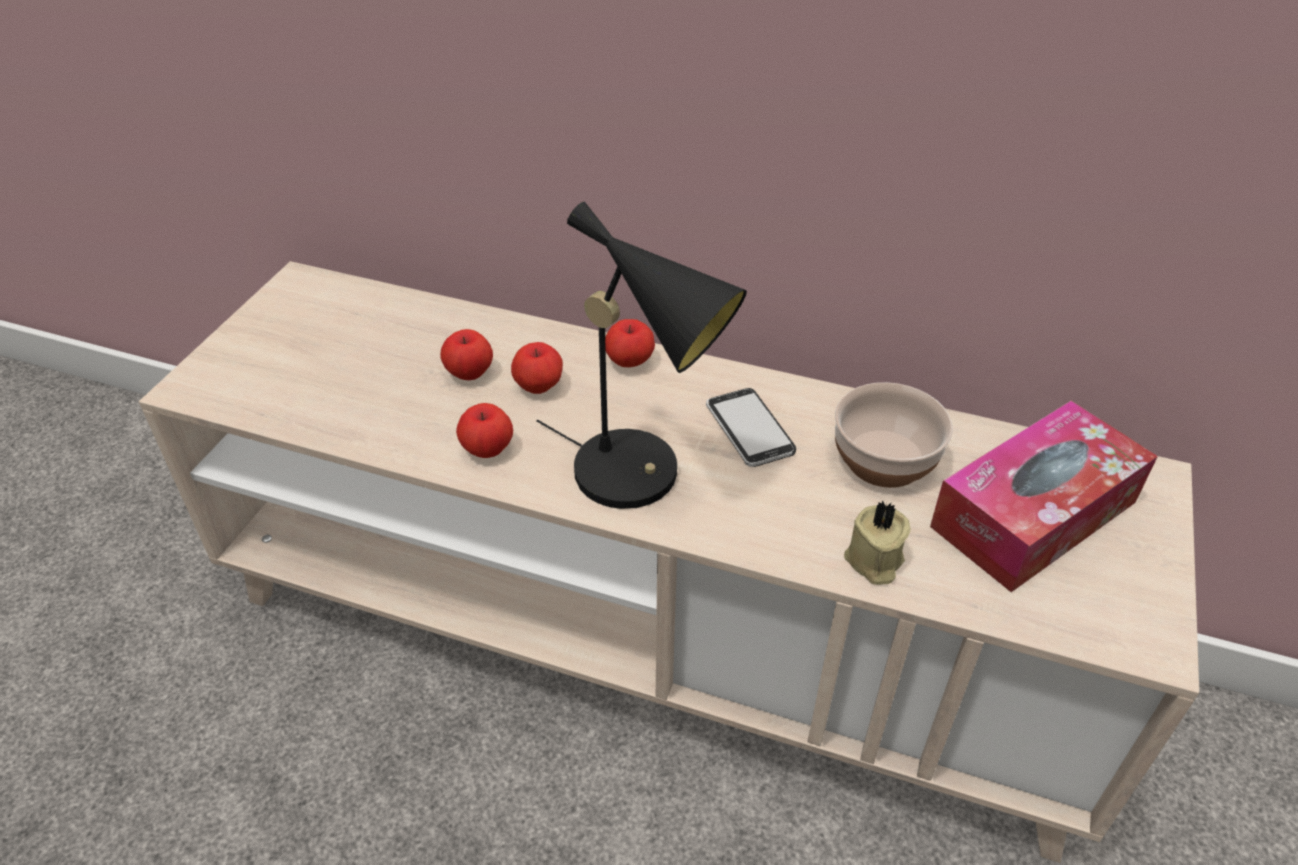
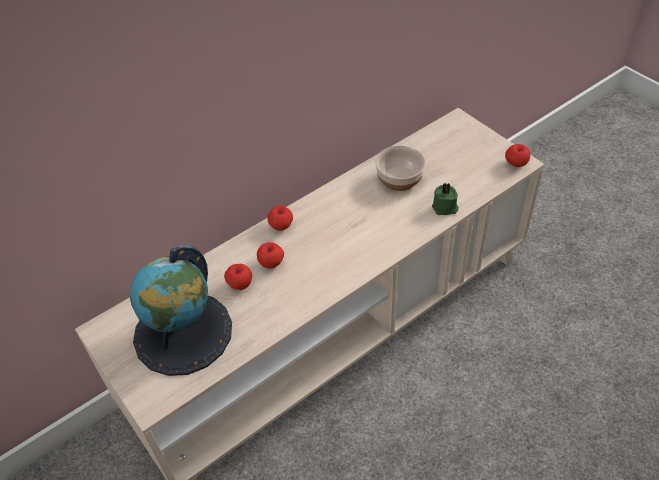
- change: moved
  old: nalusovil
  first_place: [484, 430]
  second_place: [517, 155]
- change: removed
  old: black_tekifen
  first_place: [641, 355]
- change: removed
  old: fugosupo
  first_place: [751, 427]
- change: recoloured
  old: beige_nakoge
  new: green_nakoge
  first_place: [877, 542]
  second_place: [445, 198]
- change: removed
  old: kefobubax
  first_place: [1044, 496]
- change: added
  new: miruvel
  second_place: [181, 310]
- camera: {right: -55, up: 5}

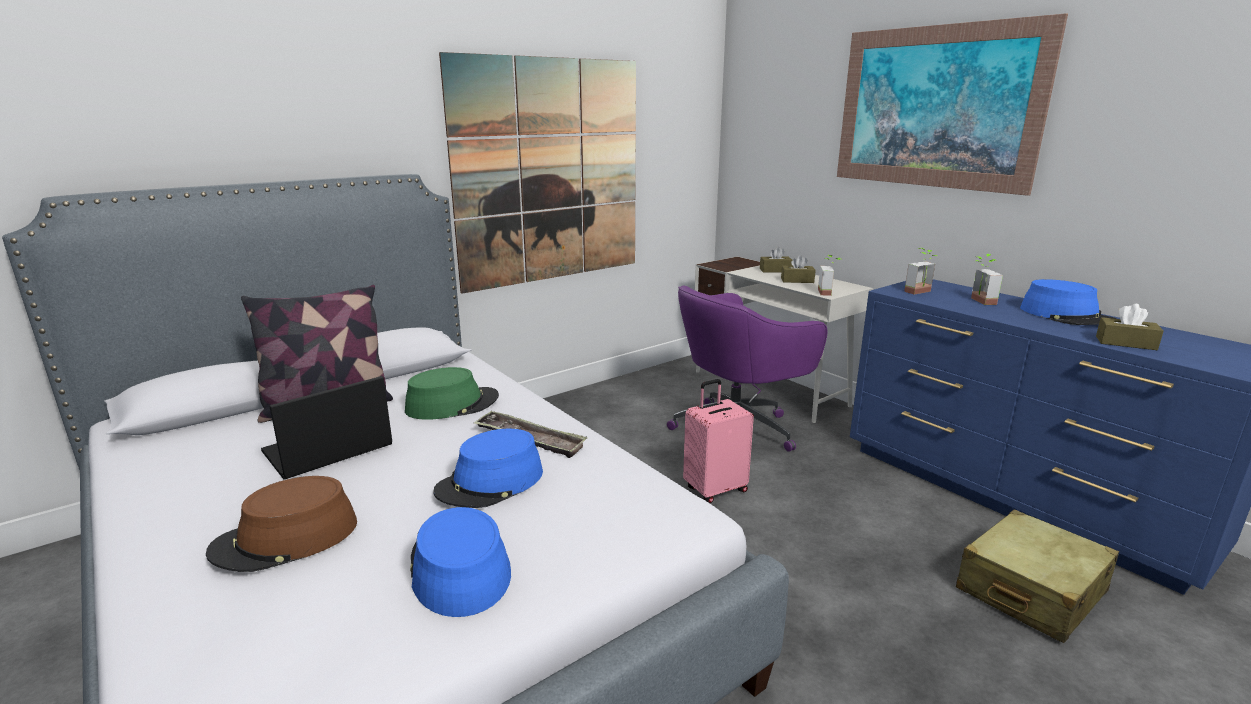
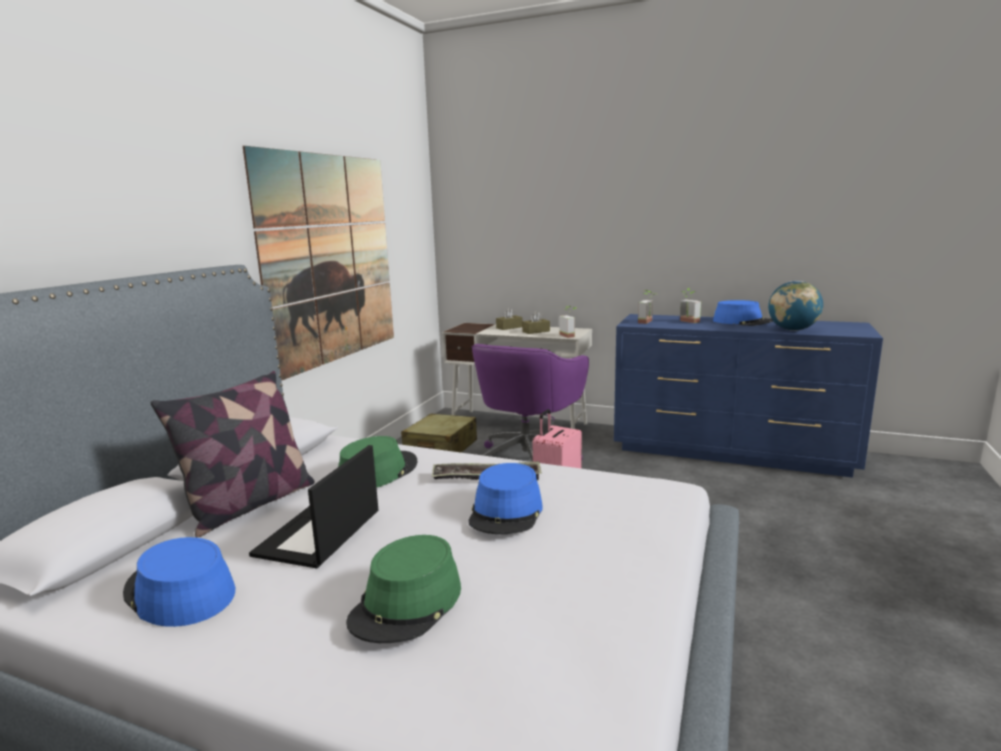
- change: recoloured
  old: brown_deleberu
  new: green_deleberu
  first_place: [281, 524]
  second_place: [403, 589]
- change: moved
  old: blue_deleberu
  first_place: [460, 562]
  second_place: [179, 582]
- change: removed
  old: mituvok
  first_place: [952, 104]
- change: moved
  old: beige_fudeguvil
  first_place: [1037, 576]
  second_place: [439, 433]
- change: replaced
  old: brown_kefobubax
  new: miruvel
  first_place: [1130, 327]
  second_place: [795, 306]
- camera: {right: -30, up: -5}

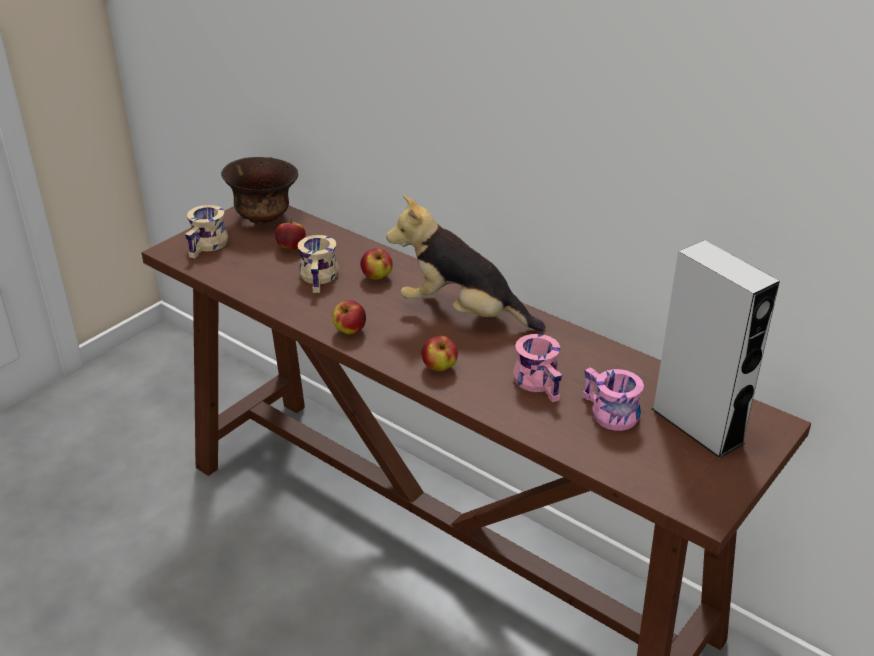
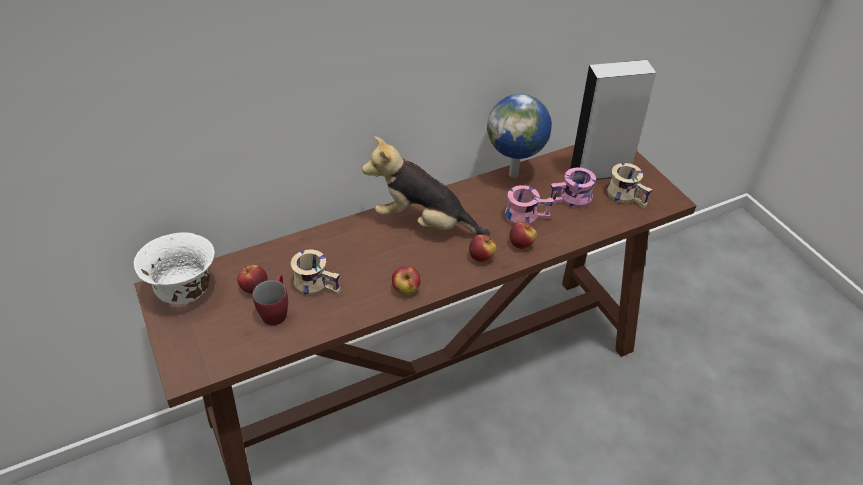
- change: moved
  old: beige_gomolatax
  first_place: [206, 231]
  second_place: [629, 185]
- change: recoloured
  old: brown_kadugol
  new: white_kadugol
  first_place: [259, 190]
  second_place: [174, 268]
- change: moved
  old: nalusovil
  first_place: [376, 264]
  second_place: [523, 235]
- change: turned
  old: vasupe
  first_place: [465, 263]
  second_place: [426, 186]
  degrees: 60
- change: added
  new: red_gomolatax
  second_place: [270, 300]
- change: added
  new: miruvel
  second_place: [519, 136]
- camera: {right: -65, up: 10}

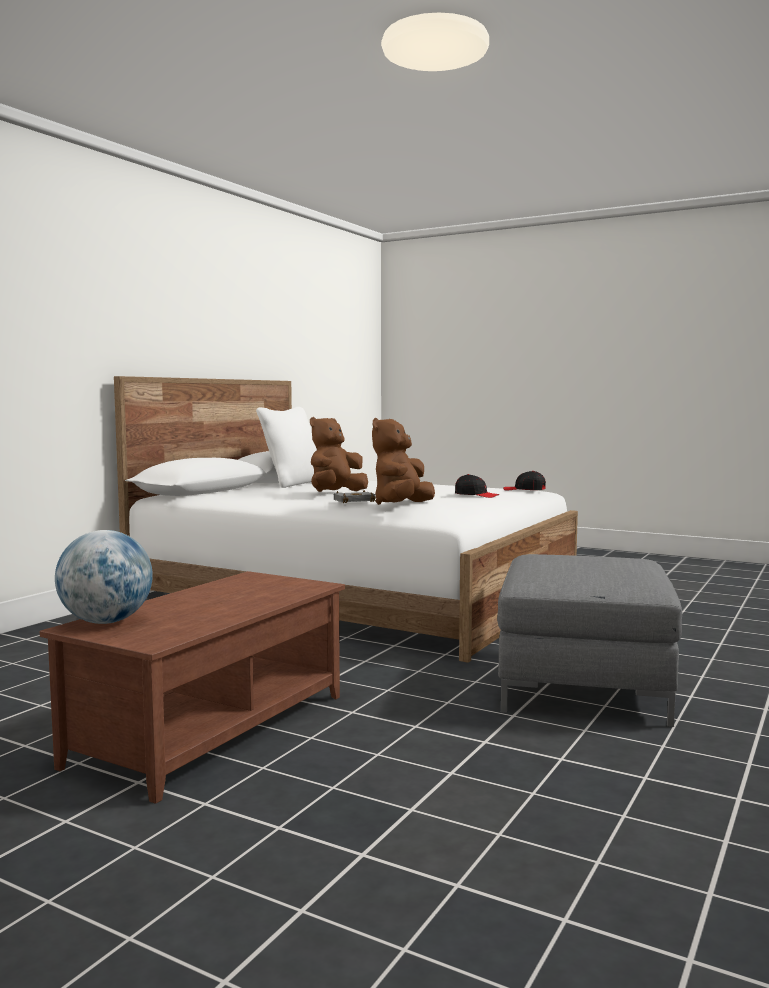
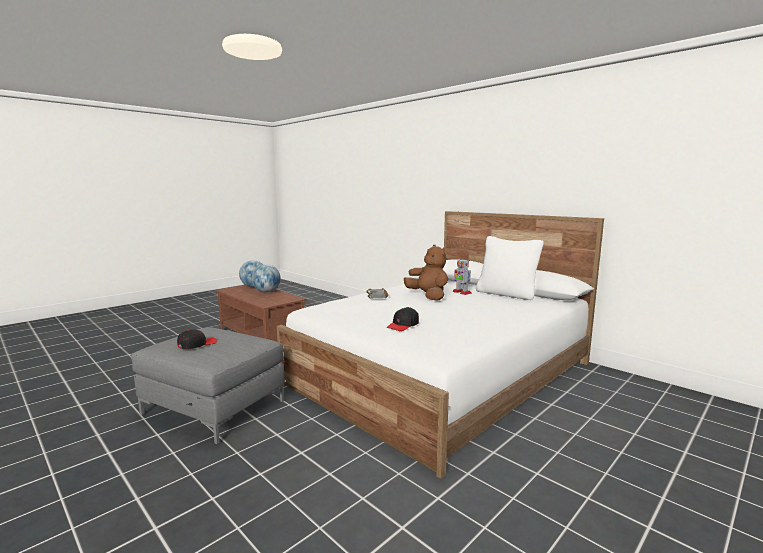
- change: removed
  old: brown_vasupe
  first_place: [403, 461]
- change: moved
  old: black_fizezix
  first_place: [524, 481]
  second_place: [197, 339]
- change: added
  new: miruvel
  second_place: [266, 278]
- change: added
  new: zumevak
  second_place: [462, 277]
- camera: {right: 105, up: 5}

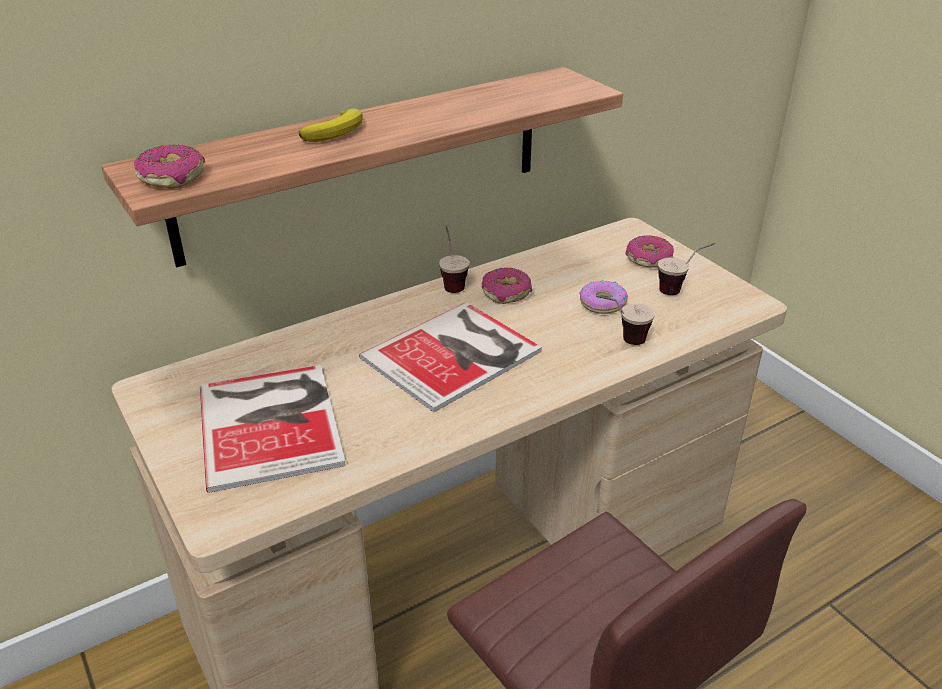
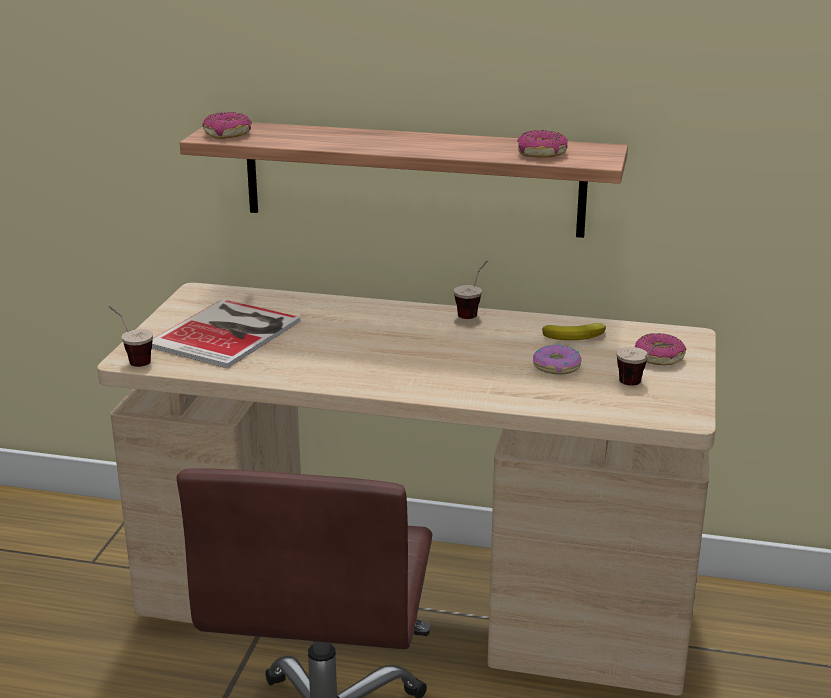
- change: moved
  old: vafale
  first_place: [331, 125]
  second_place: [574, 331]
- change: removed
  old: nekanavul
  first_place: [450, 357]
- change: moved
  old: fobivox
  first_place: [507, 286]
  second_place: [542, 144]
- change: moved
  old: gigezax
  first_place: [625, 320]
  second_place: [130, 336]
- camera: {right: 45, up: -10}

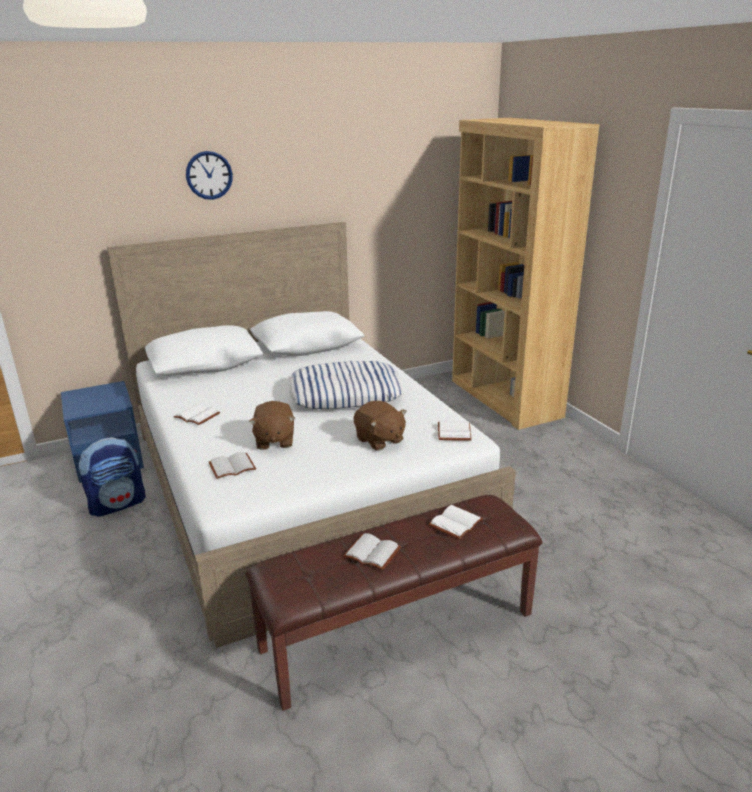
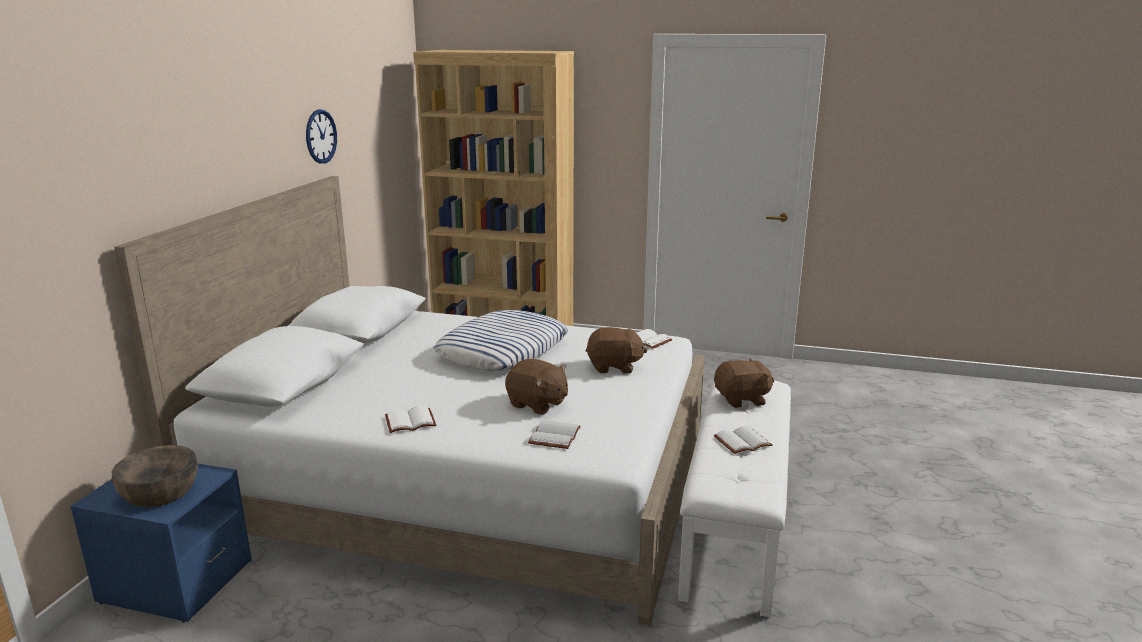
- change: removed
  old: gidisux
  first_place: [112, 477]
- change: moved
  old: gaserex
  first_place: [209, 175]
  second_place: [321, 136]
- change: recoloured
  old: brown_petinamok
  new: white_petinamok
  first_place: [394, 603]
  second_place: [734, 498]
- change: replaced
  old: white_nekanavul
  new: brown_vasupe
  first_place: [455, 522]
  second_place: [744, 383]
- change: added
  new: brown_kadugol
  second_place: [155, 476]
- camera: {right: -50, up: -5}

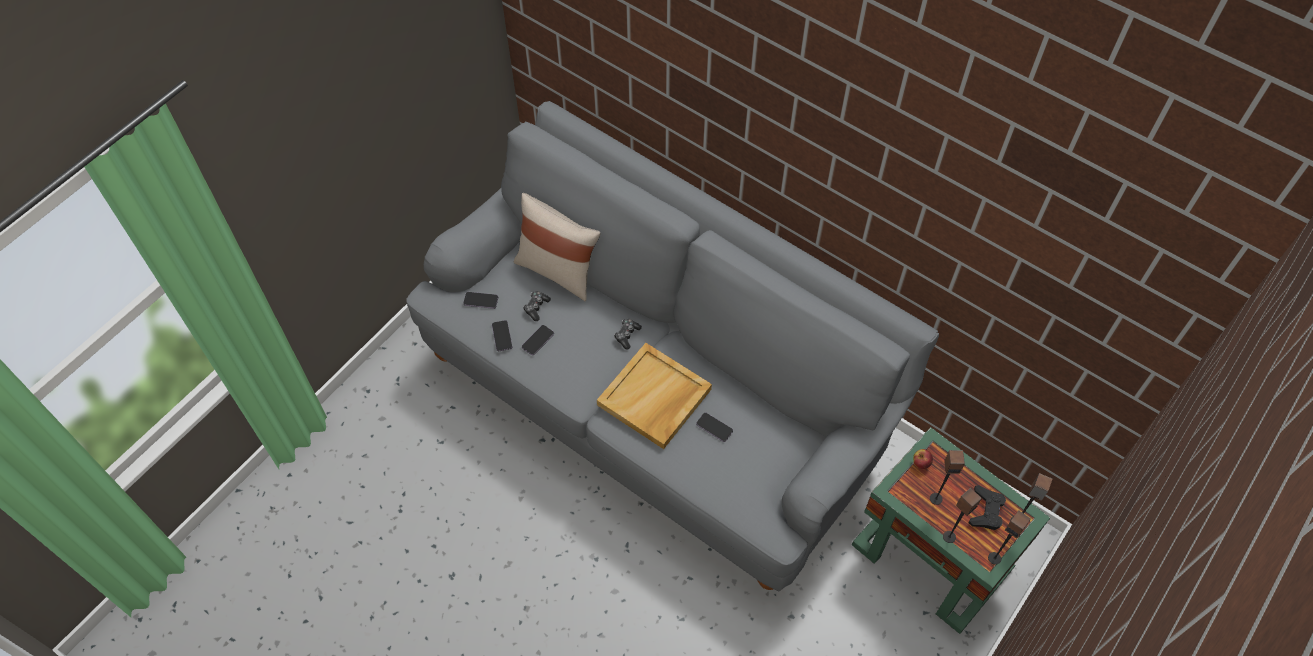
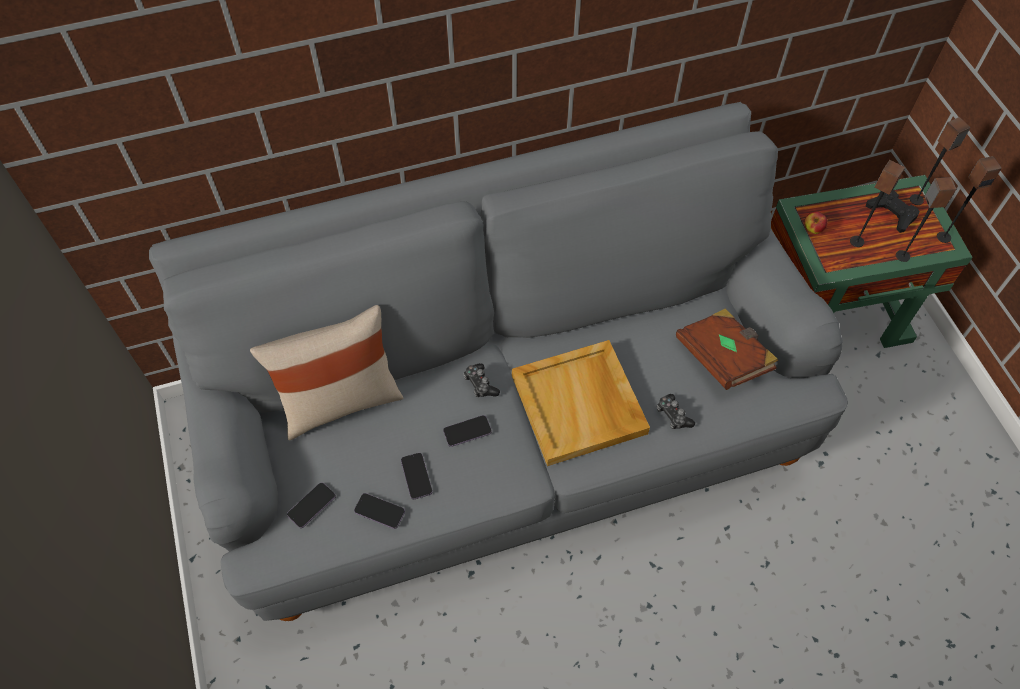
- change: moved
  old: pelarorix
  first_place: [537, 306]
  second_place: [676, 411]
- change: moved
  old: fugosupo
  first_place: [714, 427]
  second_place: [467, 431]
- change: added
  new: brown_nekanavul
  second_place: [727, 349]
- camera: {right: -55, up: 0}

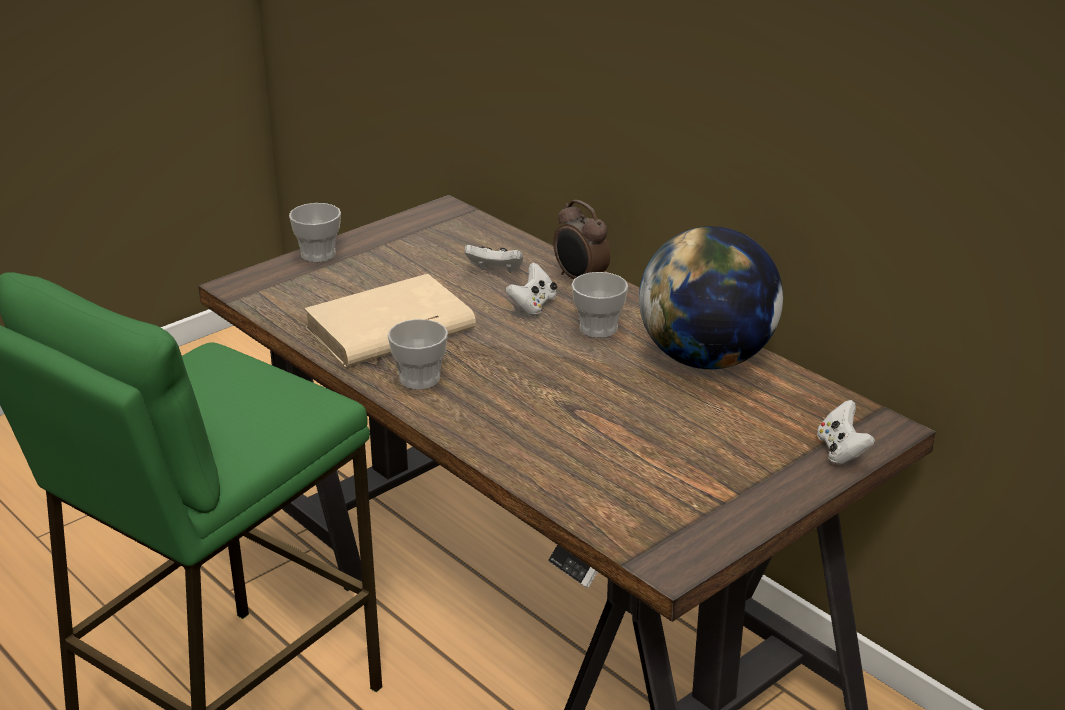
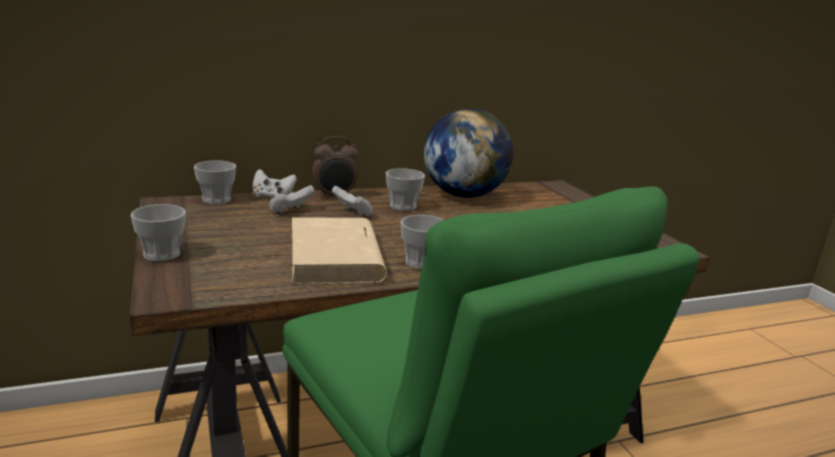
- change: moved
  old: white_pelarorix
  first_place: [846, 432]
  second_place: [275, 183]
- change: added
  new: gigezax
  second_place: [215, 182]
- camera: {right: -70, up: -10}

